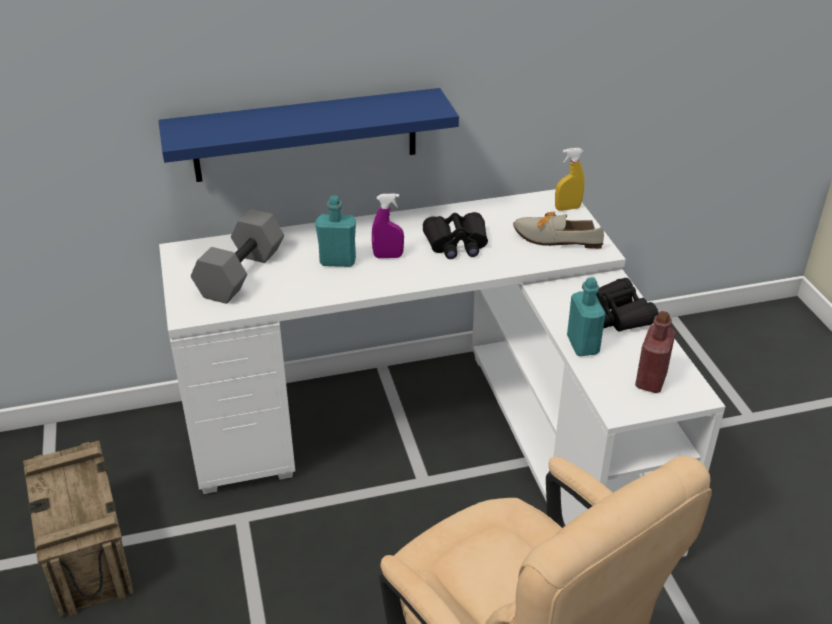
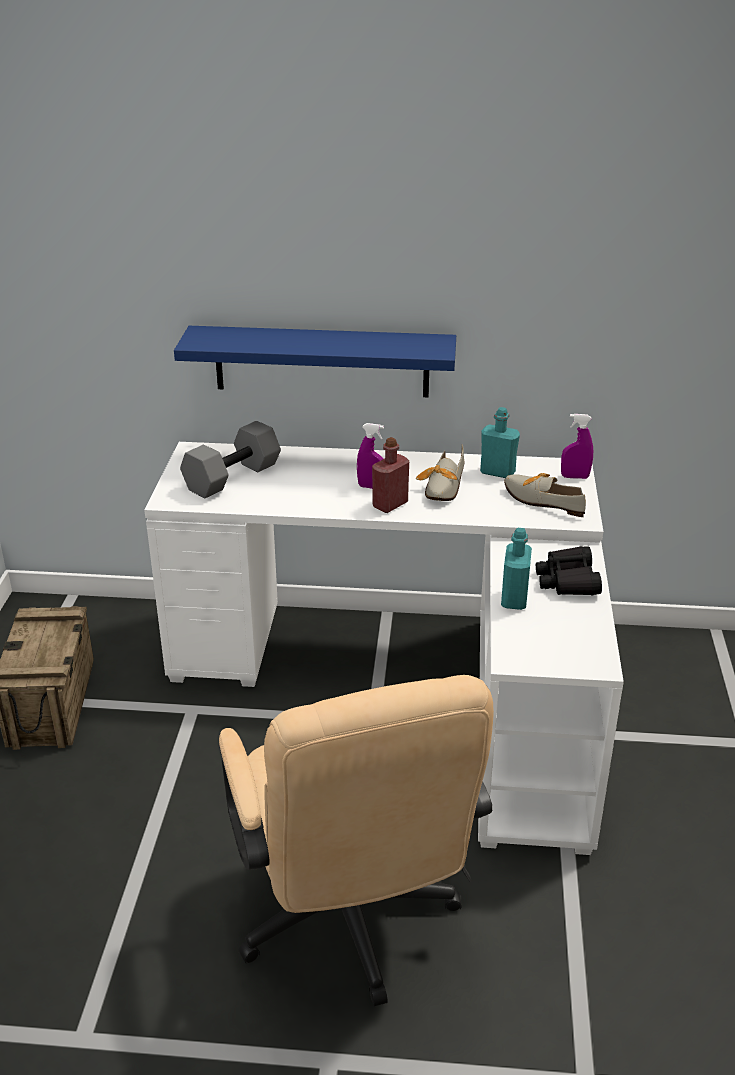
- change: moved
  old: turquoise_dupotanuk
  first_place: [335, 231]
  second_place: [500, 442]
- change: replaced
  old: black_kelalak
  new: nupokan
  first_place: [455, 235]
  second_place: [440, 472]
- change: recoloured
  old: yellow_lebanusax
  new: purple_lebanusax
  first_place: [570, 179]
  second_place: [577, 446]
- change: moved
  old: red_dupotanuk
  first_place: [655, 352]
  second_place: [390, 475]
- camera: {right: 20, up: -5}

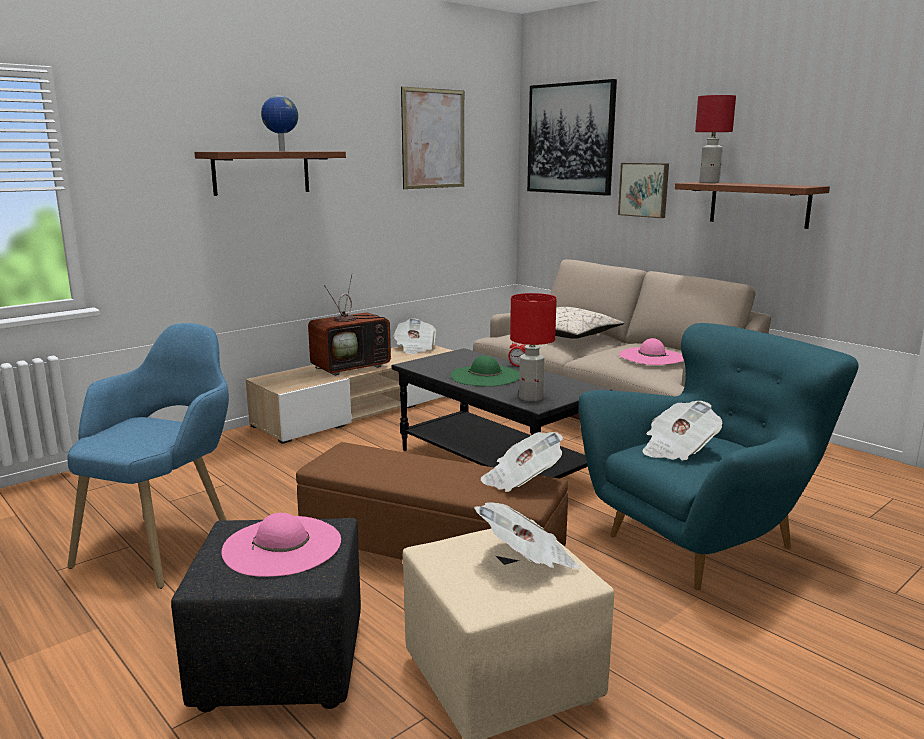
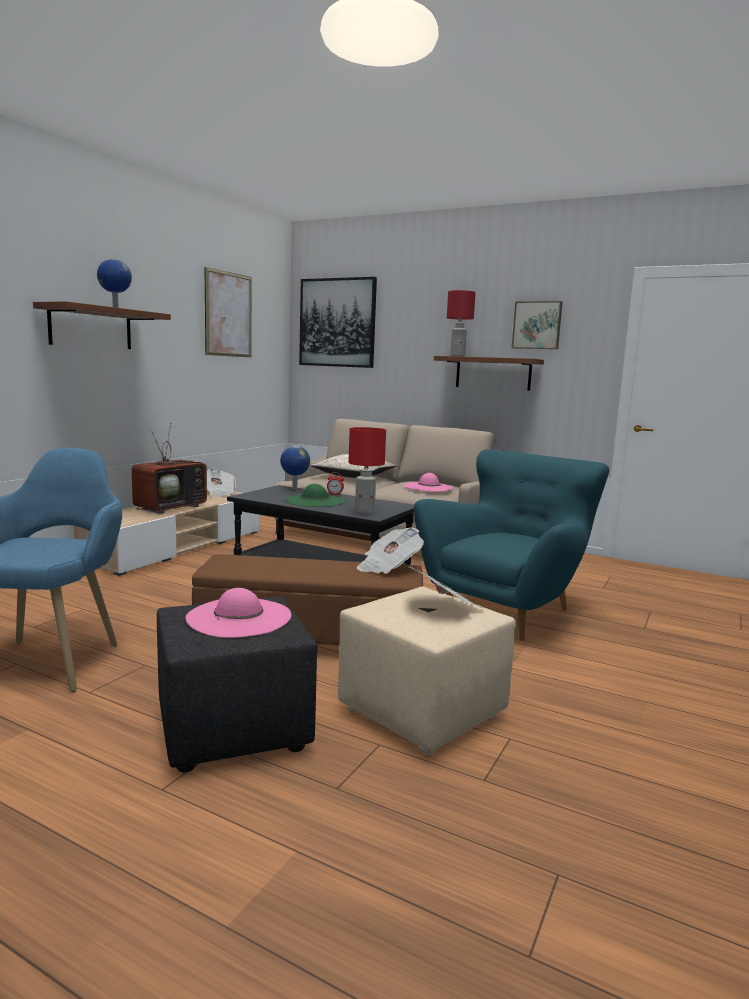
- change: moved
  old: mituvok
  first_place: [643, 190]
  second_place: [537, 325]
- change: removed
  old: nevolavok
  first_place: [682, 431]
- change: added
  new: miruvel
  second_place: [295, 468]
- camera: {right: -20, up: -5}

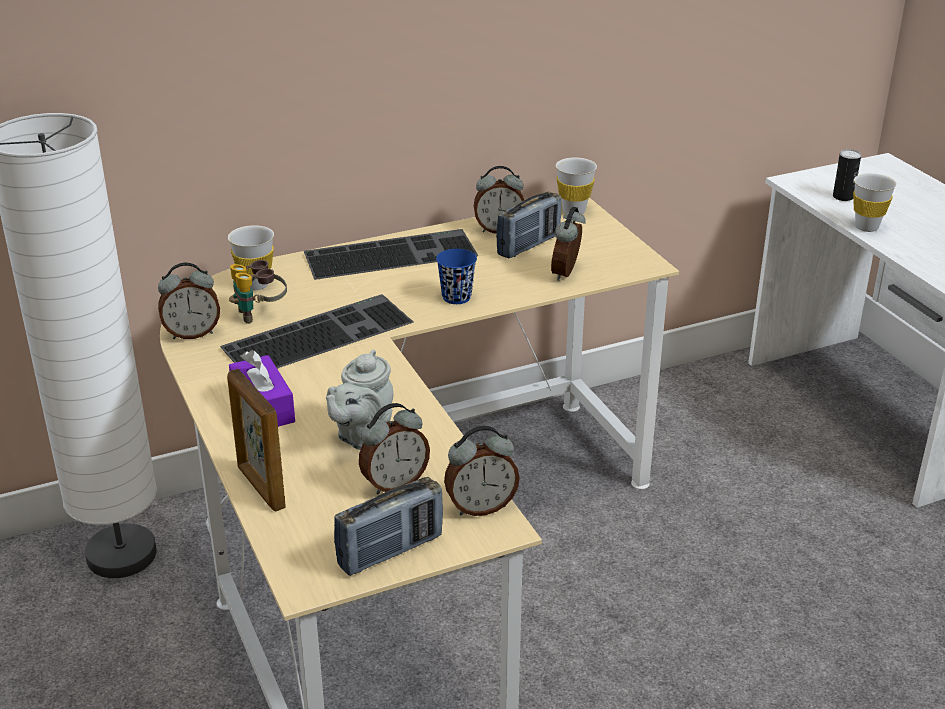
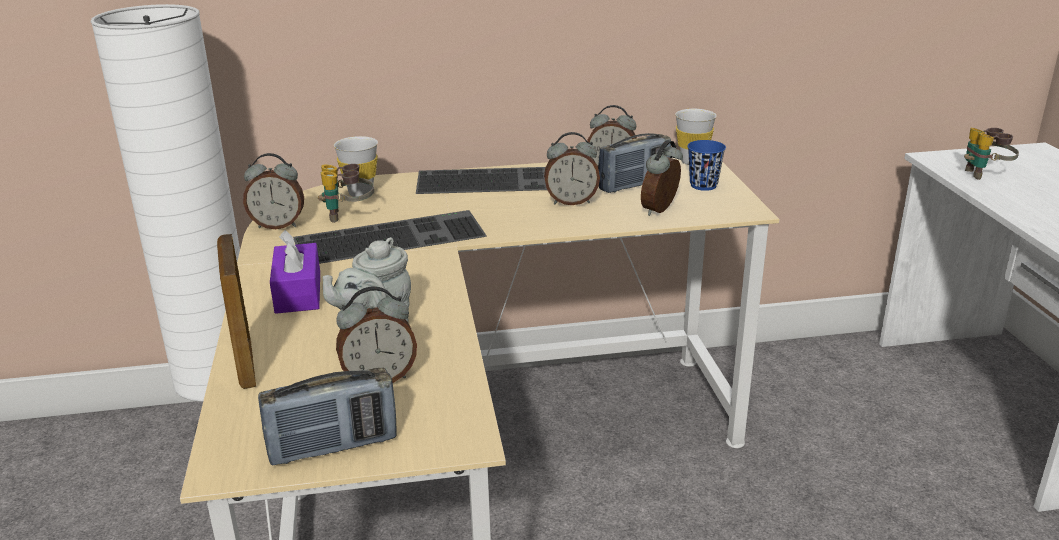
- change: moved
  old: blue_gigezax
  first_place: [456, 276]
  second_place: [706, 165]
- change: moved
  old: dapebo
  first_place: [482, 471]
  second_place: [572, 168]
- change: replaced
  old: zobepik
  new: kelalak
  first_place: [847, 175]
  second_place: [991, 154]
- change: removed
  old: white_gigezax
  first_place: [875, 202]
- camera: {right: 15, up: -5}

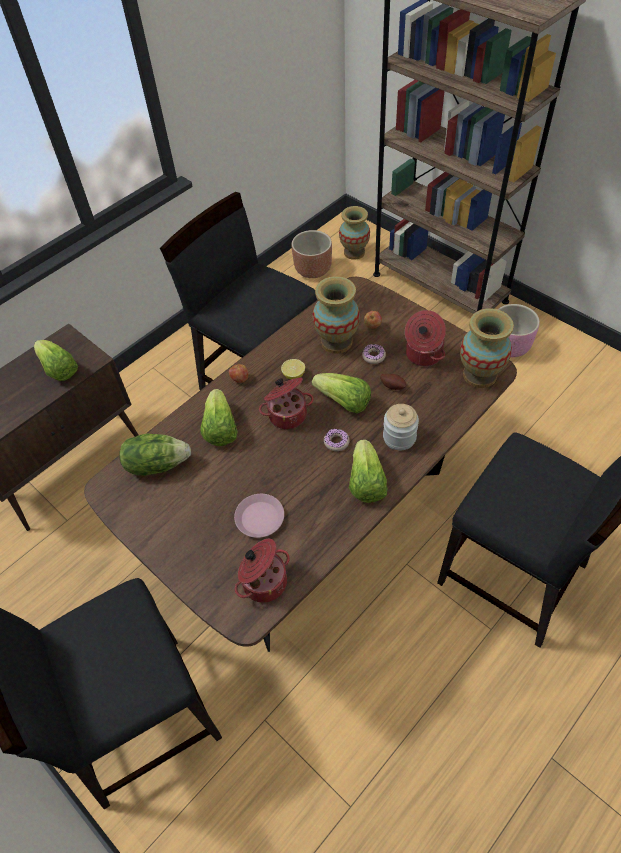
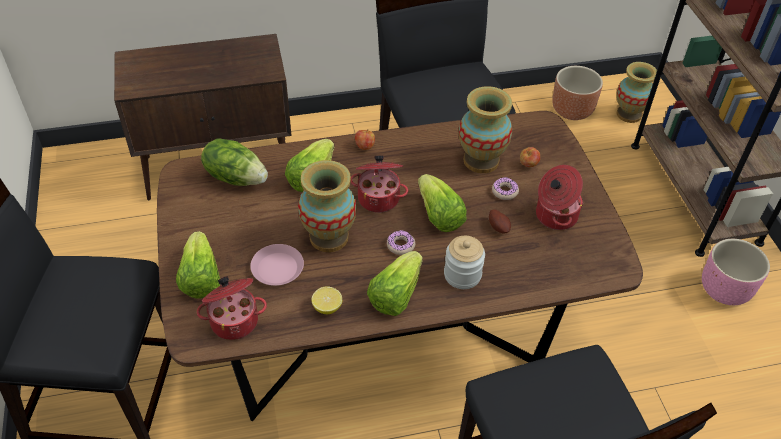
- change: moved
  old: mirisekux
  first_place: [56, 360]
  second_place: [198, 265]
- change: moved
  old: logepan
  first_place: [293, 369]
  second_place: [326, 300]
- change: moved
  old: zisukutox
  first_place: [487, 348]
  second_place: [327, 206]
- camera: {right: 30, up: -5}

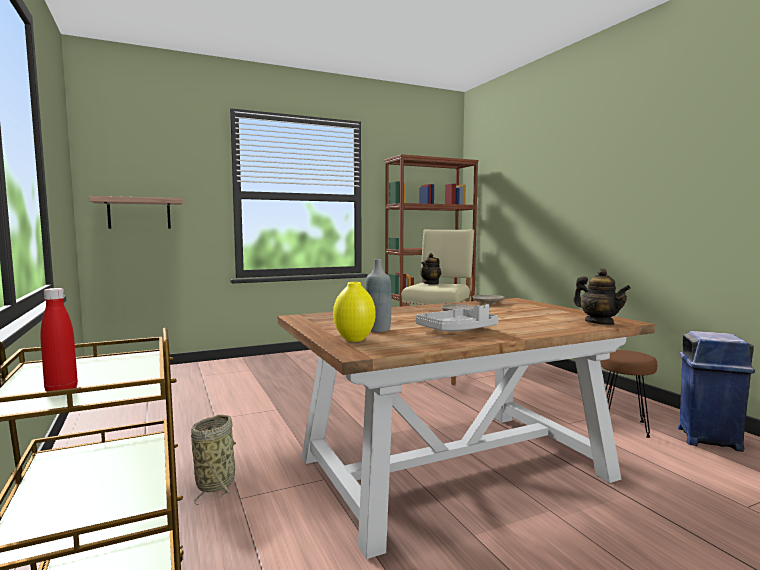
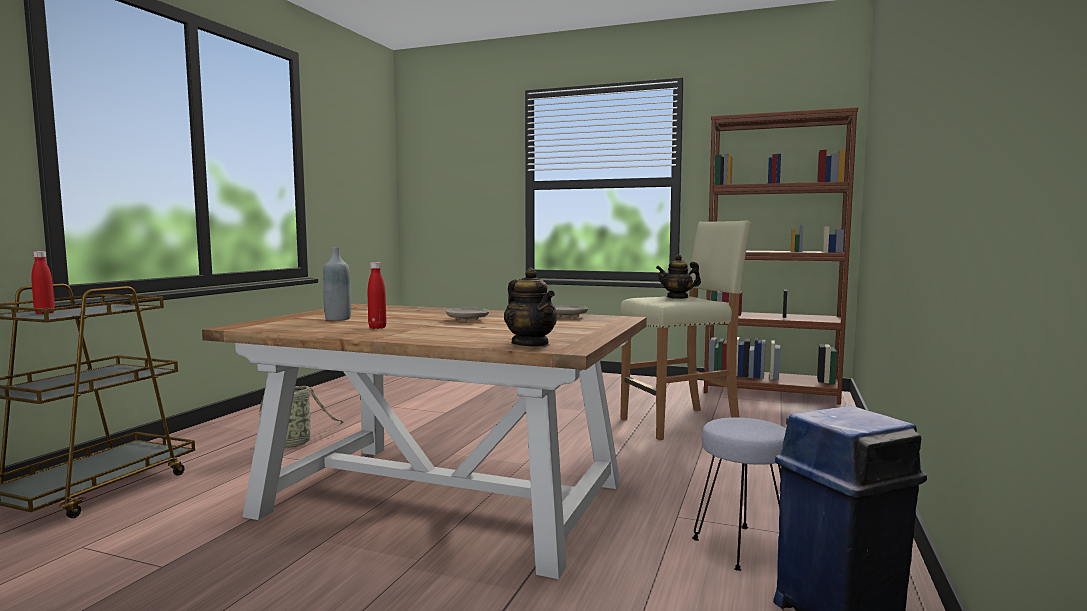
- change: removed
  old: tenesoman
  first_place: [136, 212]
- change: removed
  old: yellow_zisukutox
  first_place: [354, 312]
- change: replaced
  old: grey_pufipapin
  new: red_dupotanuk
  first_place: [457, 318]
  second_place: [377, 295]
- change: turned
  old: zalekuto
  first_place: [602, 296]
  second_place: [530, 307]
  degrees: -45
- change: recoloured
  old: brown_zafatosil
  new: grey_zafatosil
  first_place: [628, 394]
  second_place: [739, 494]
- camera: {right: 45, up: 0}

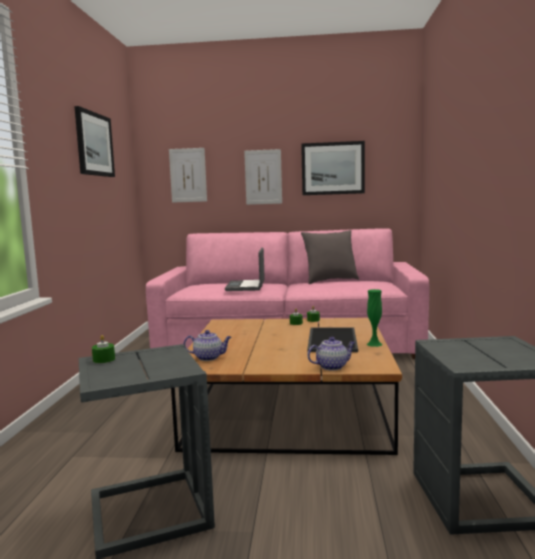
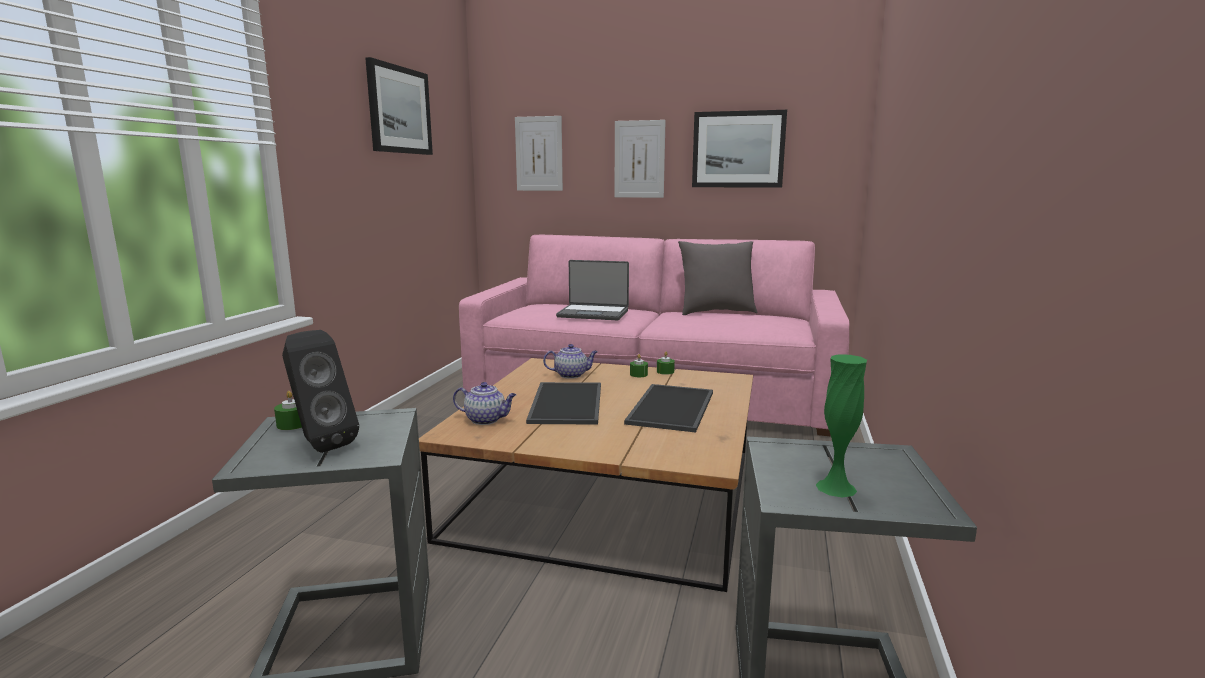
- change: turned
  old: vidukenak
  first_place: [245, 269]
  second_place: [592, 290]
  degrees: -90
- change: moved
  old: zalekuto
  first_place: [331, 353]
  second_place: [570, 361]
- change: moved
  old: green_zisukutox
  first_place: [375, 318]
  second_place: [841, 425]
- change: added
  new: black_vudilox
  second_place: [320, 391]
- change: added
  new: pufipapin
  second_place: [563, 403]
- camera: {right: 10, up: 5}

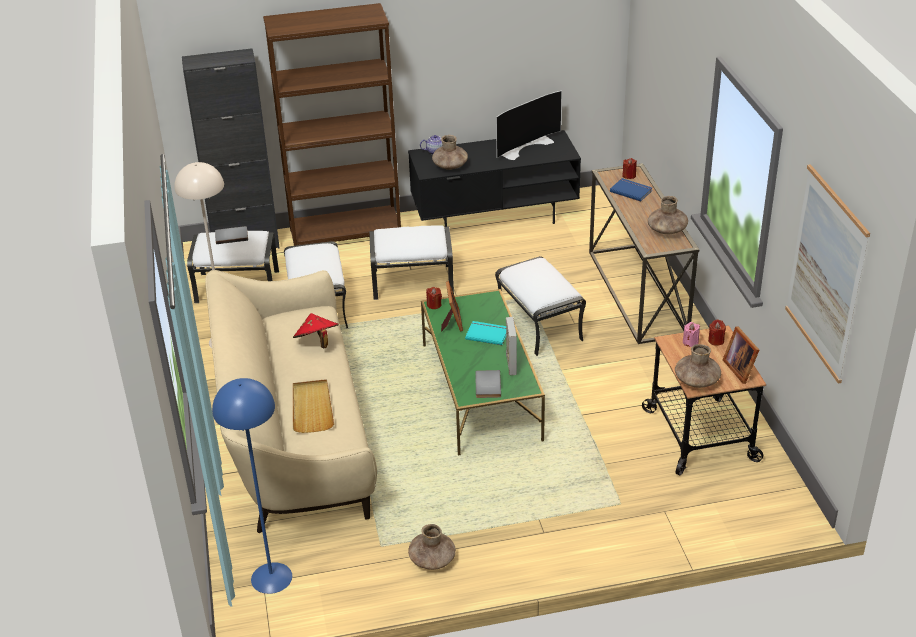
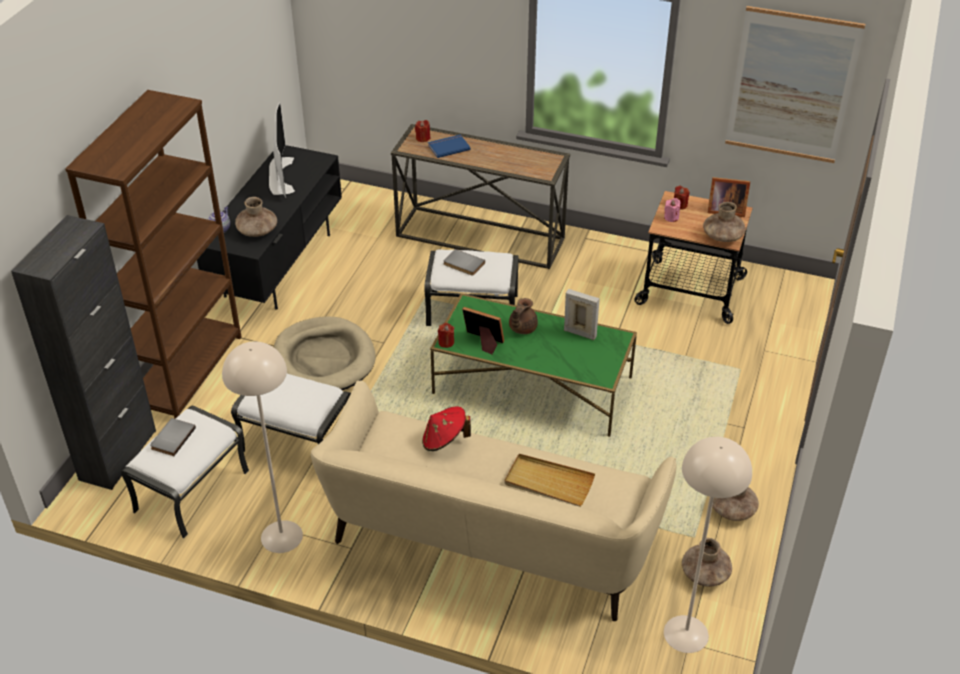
- change: recoloured
  old: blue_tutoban
  new: beige_tutoban
  first_place: [252, 486]
  second_place: [708, 545]
- change: replaced
  old: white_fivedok
  new: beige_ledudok
  first_place: [411, 262]
  second_place: [325, 353]
- change: replaced
  old: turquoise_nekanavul
  new: brown_zalekuto
  first_place: [485, 333]
  second_place: [523, 316]
- change: moved
  old: grey_nekanavul
  first_place: [488, 384]
  second_place: [464, 262]
- change: moved
  old: brown_zisukutox
  first_place: [668, 215]
  second_place: [707, 562]
- camera: {right: -60, up: 5}

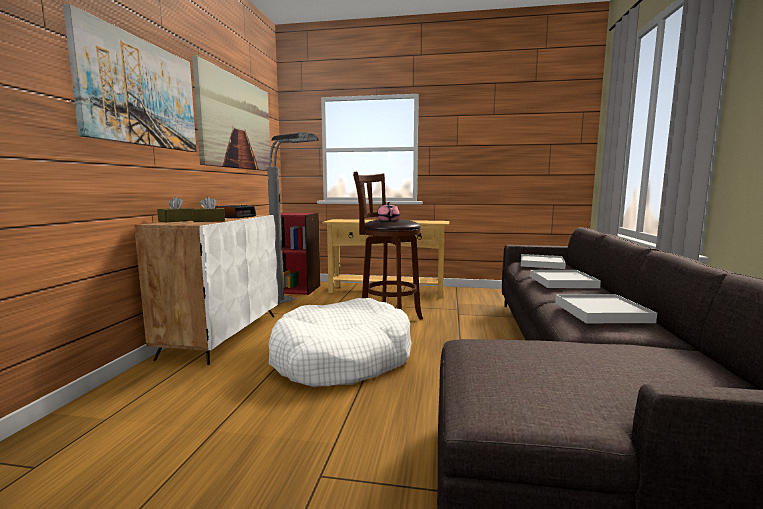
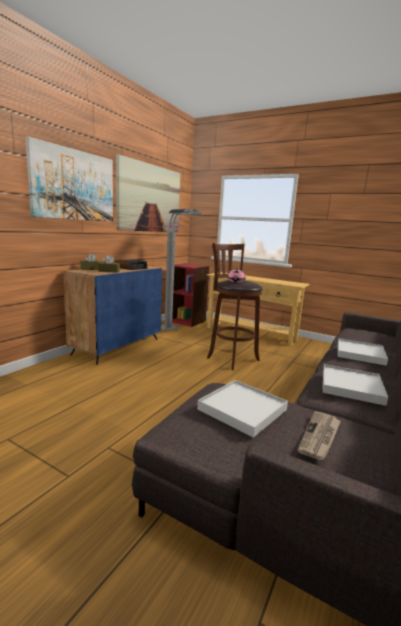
- change: recoloured
  old: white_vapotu
  new: blue_vapotu
  first_place: [206, 290]
  second_place: [113, 315]
- change: removed
  old: white_ledudok
  first_place: [340, 342]
- change: moved
  old: white_pufipapin
  first_place: [543, 261]
  second_place: [242, 409]
- change: added
  new: nevolavok
  second_place: [319, 435]
- camera: {right: 20, up: 5}

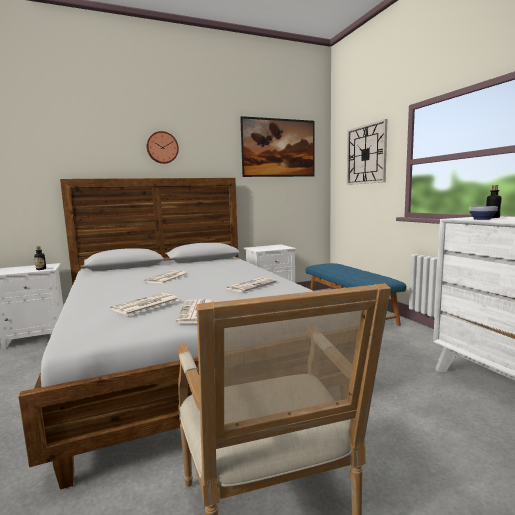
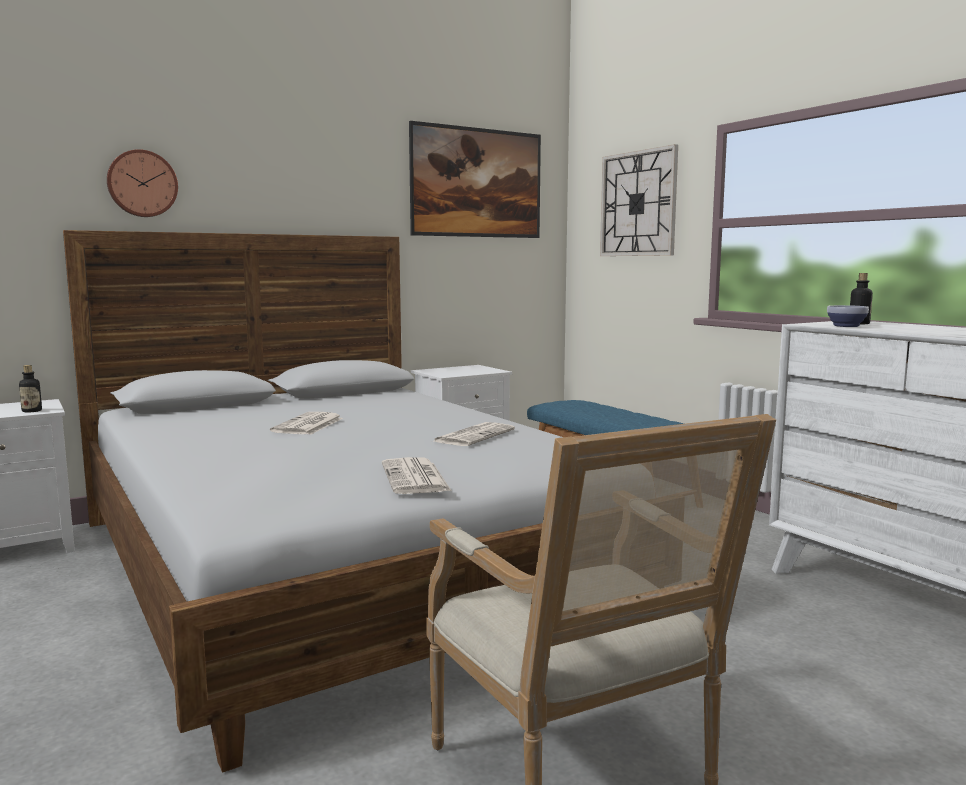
- change: removed
  old: nevolavok
  first_place: [144, 304]
- change: moved
  old: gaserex
  first_place: [163, 147]
  second_place: [142, 183]
- camera: {right: -10, up: 0}

